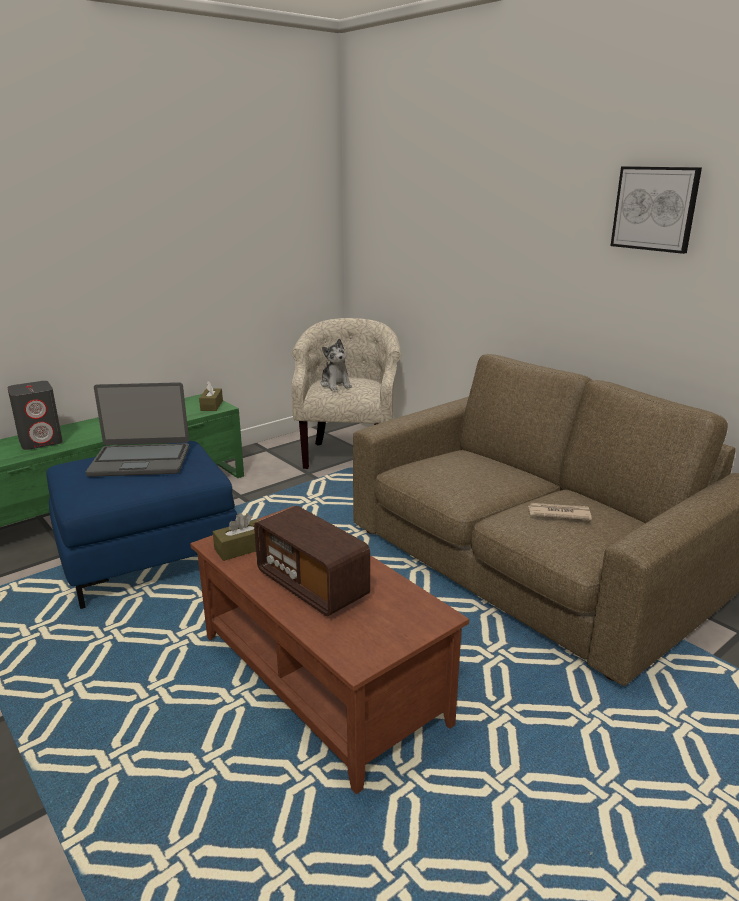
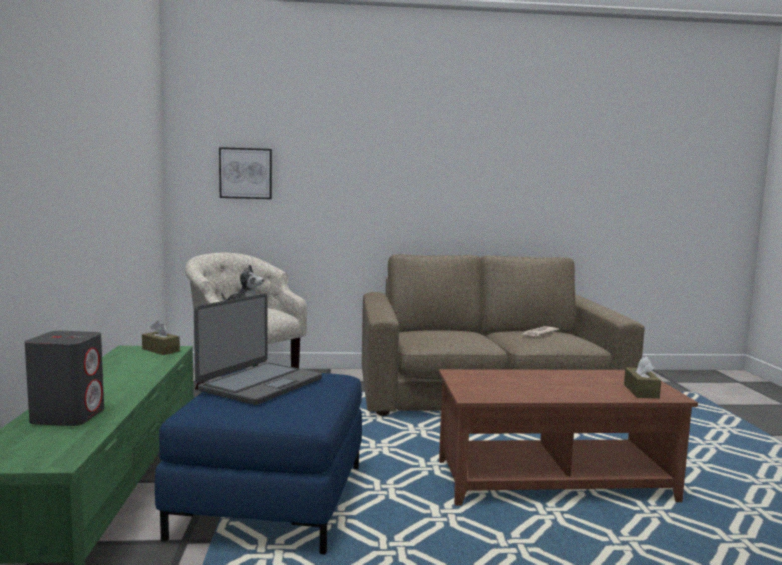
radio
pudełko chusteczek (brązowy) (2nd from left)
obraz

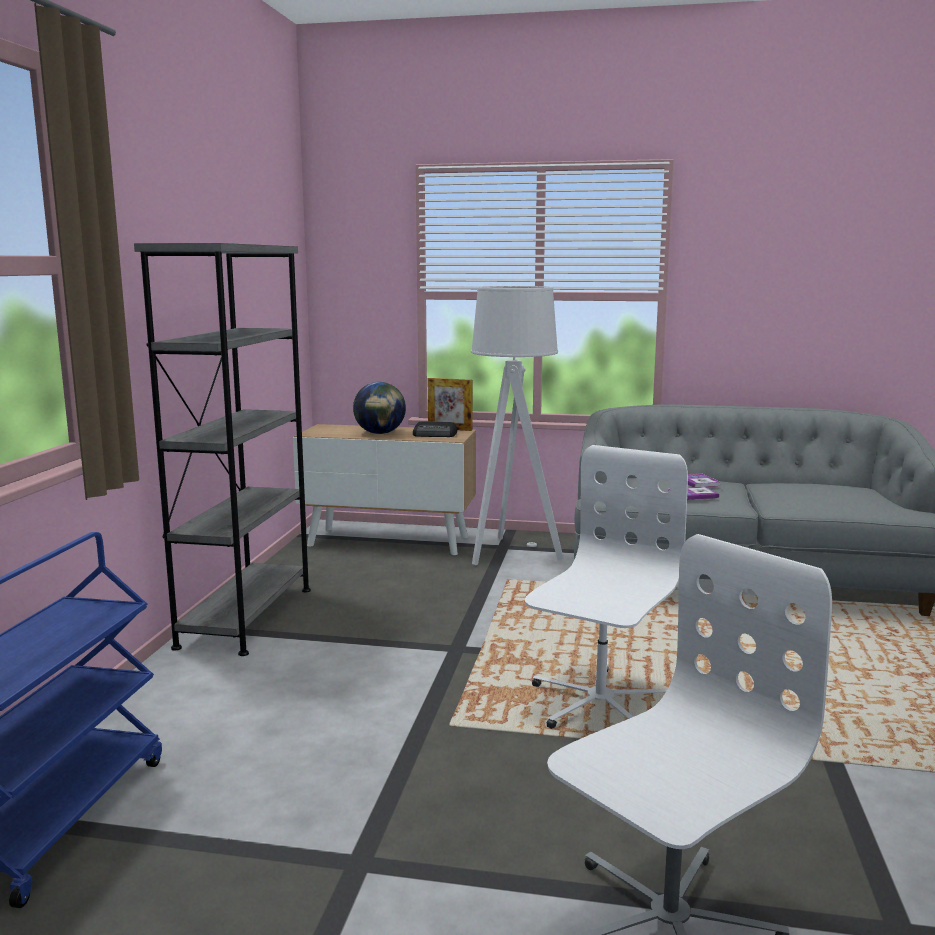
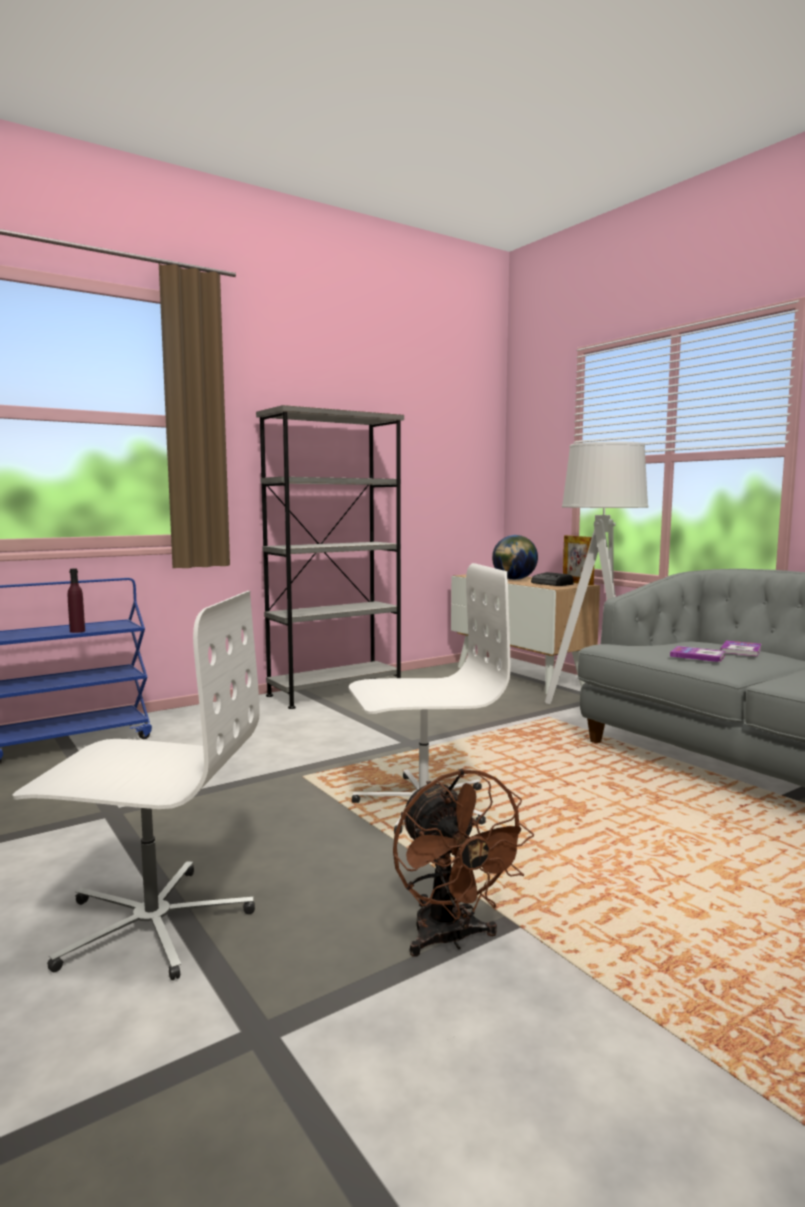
butelka (fioletowy)
wentylator (brązowy)

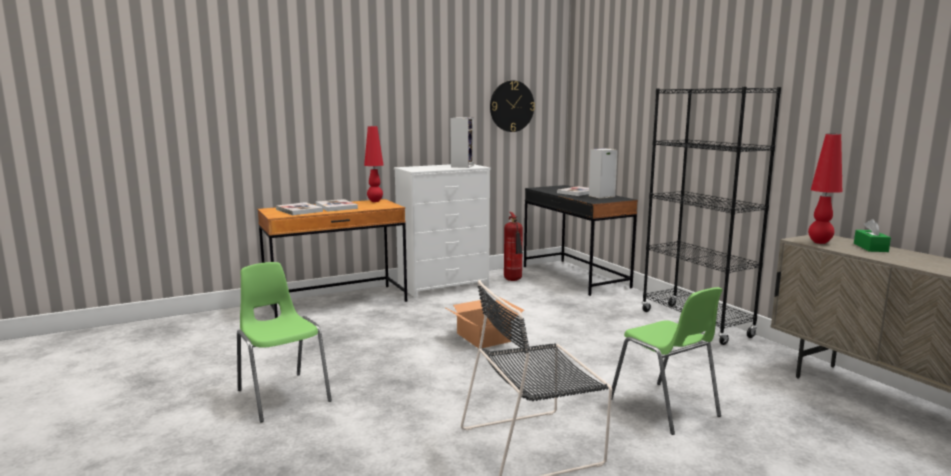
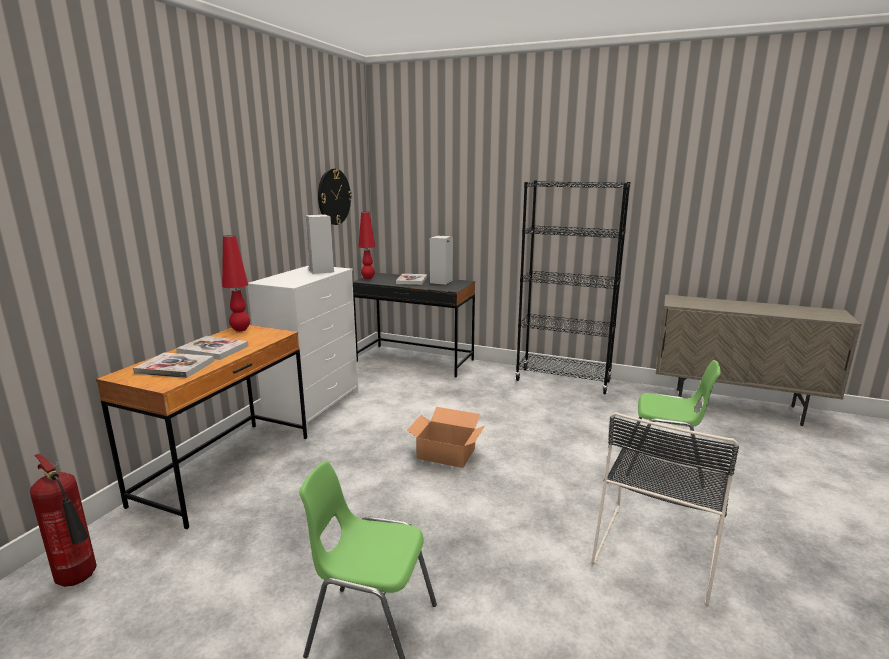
pudełko chusteczek (zielony)
gaśnica
lampa stołowa (czerwony) (2nd from left)

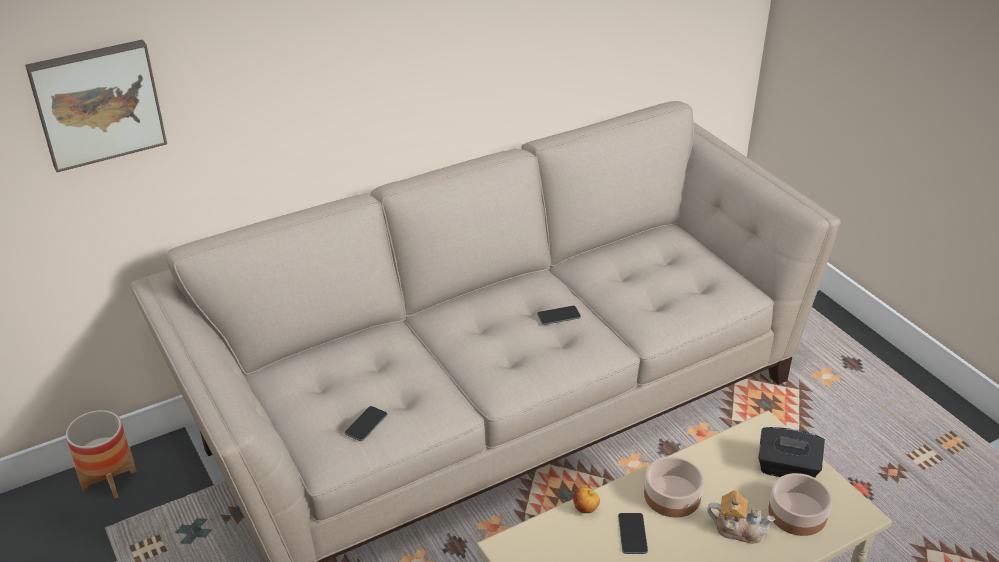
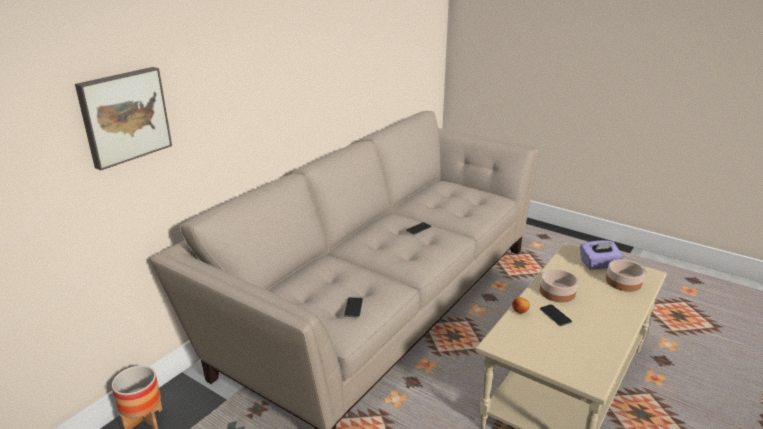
imbryk
pudełko chusteczek (fioletowy)

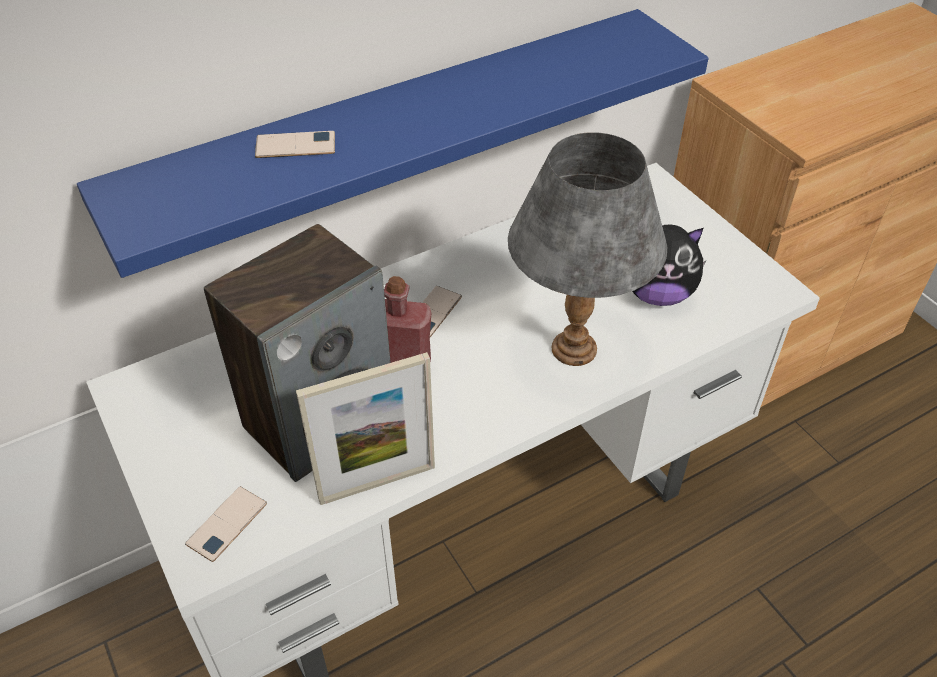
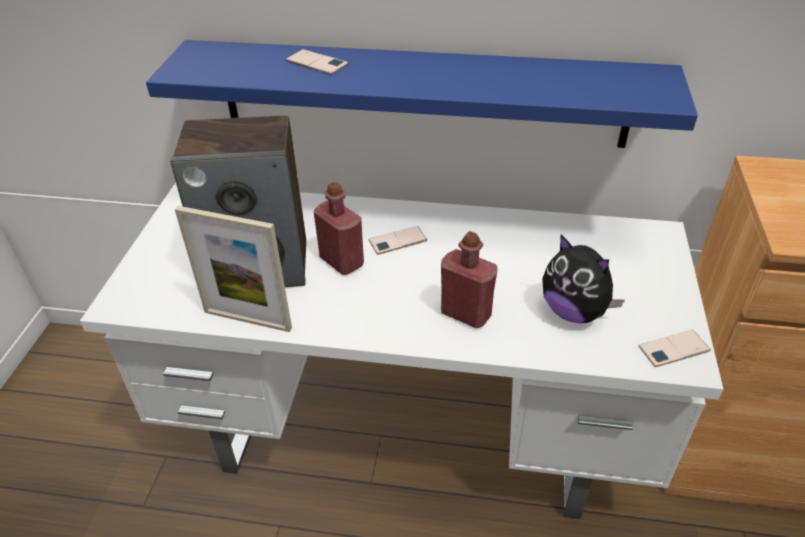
telefon (3rd from left)
butelka (czerwony) (2nd from left)

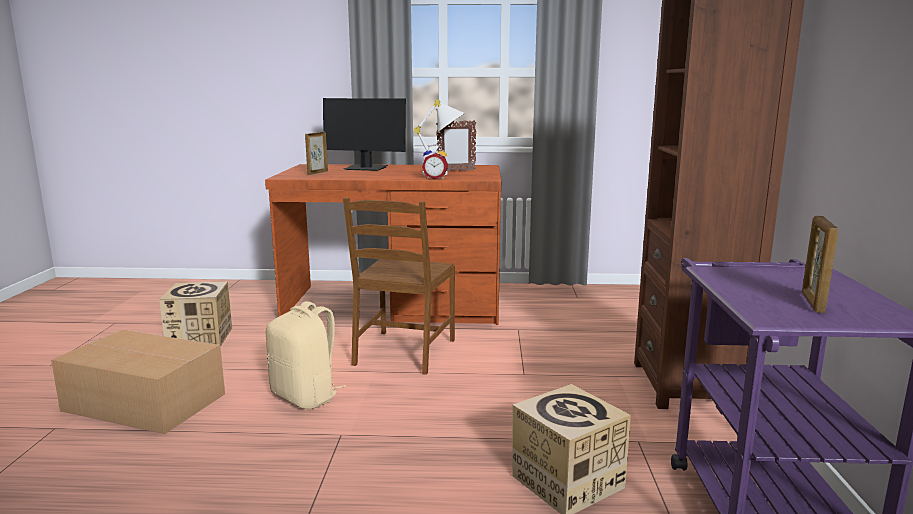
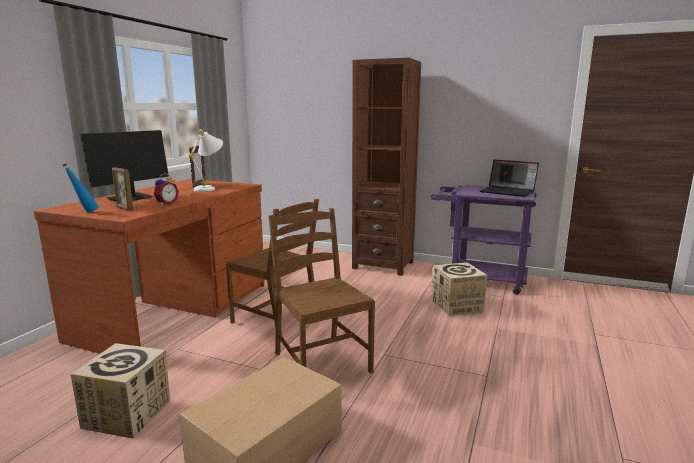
butelka (niebieski)
budzik
krzesło (brązowy) (2nd from left)
laptop

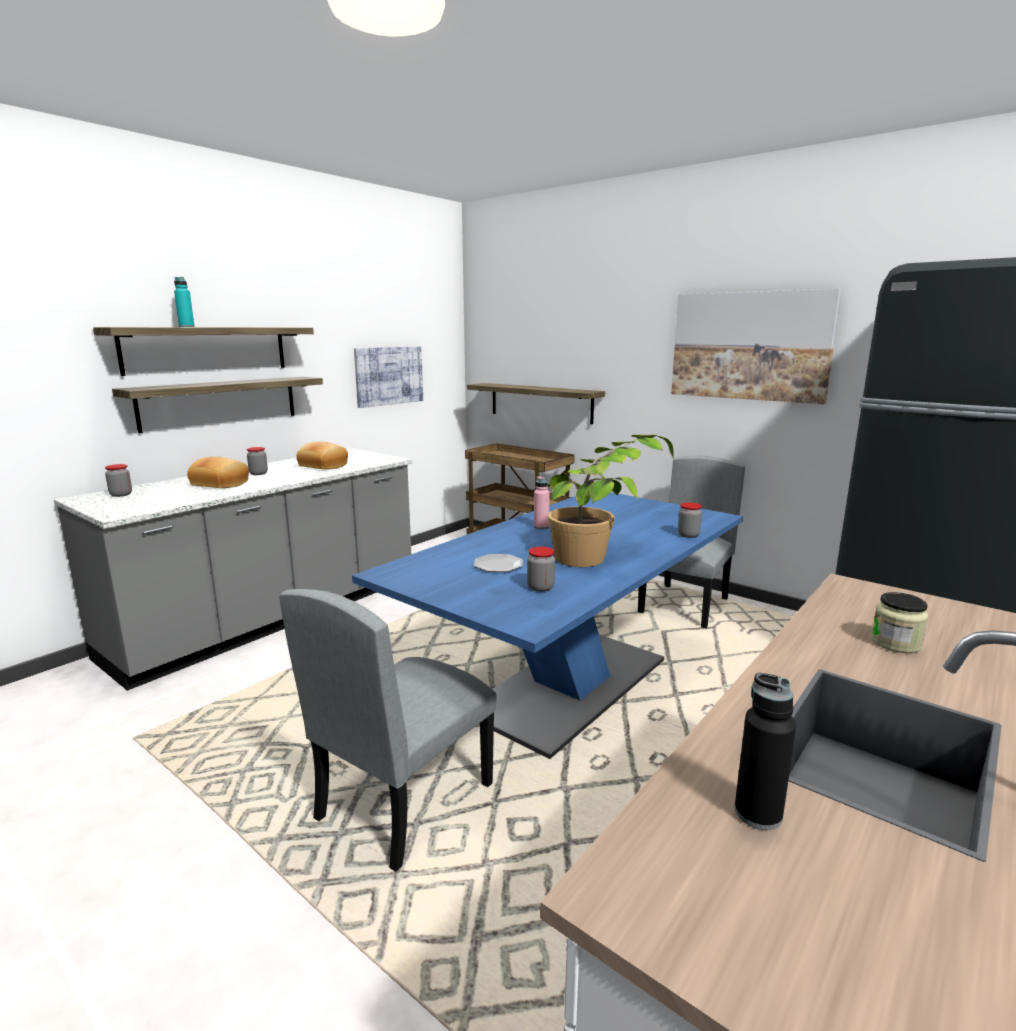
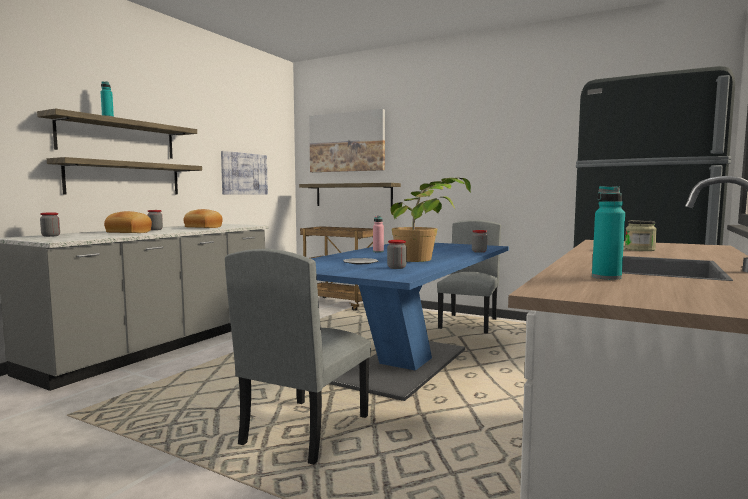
obraz (2nd from left)
butelka (turkusowy) (2nd from left)

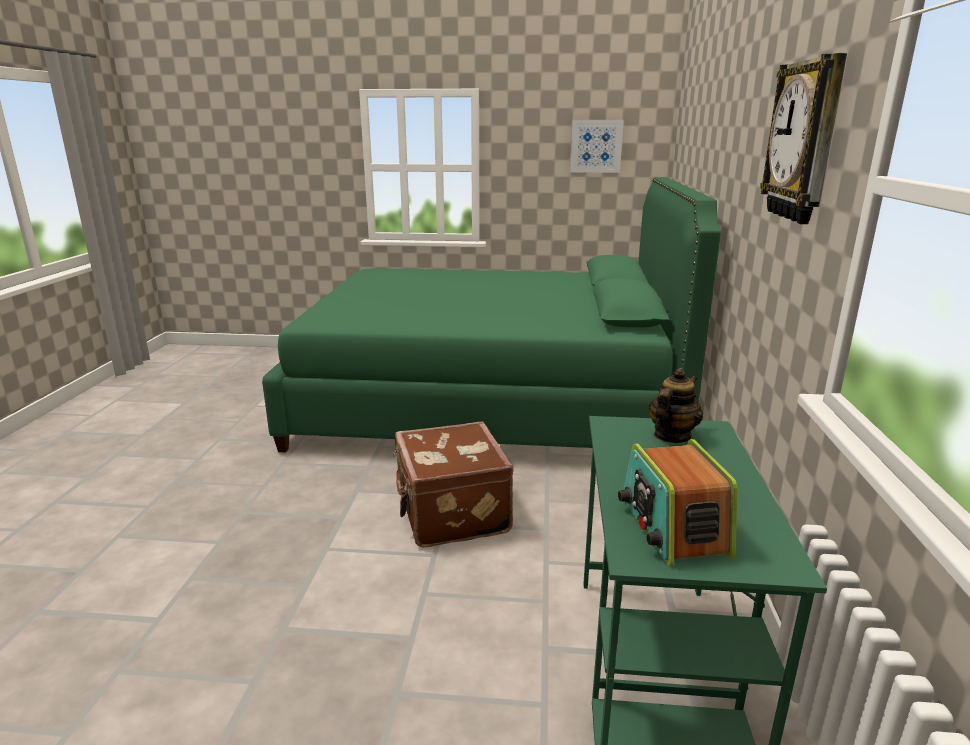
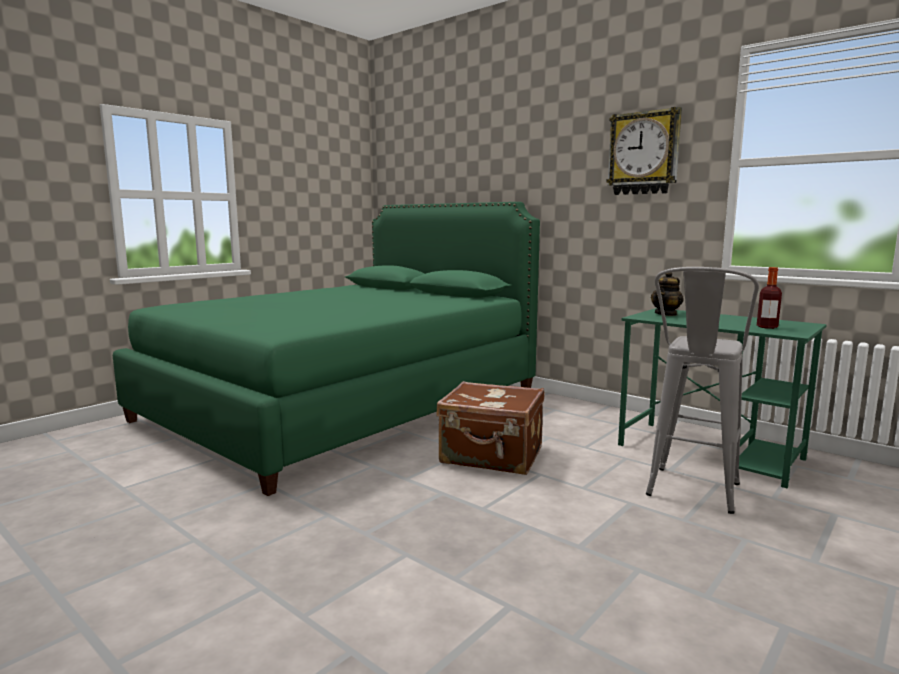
obraz
stołek (szary)
butelka
imbryk

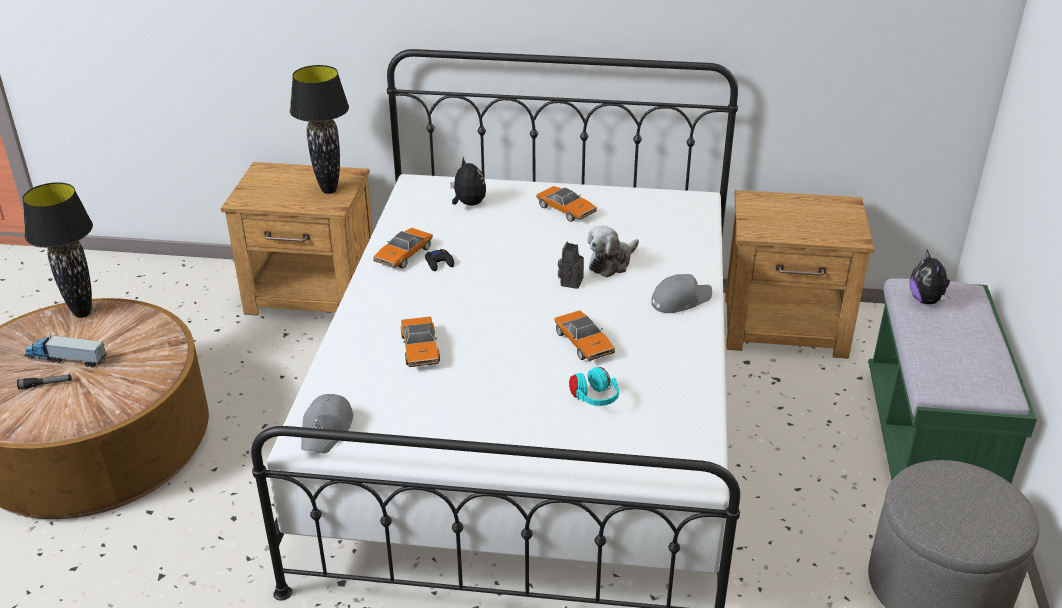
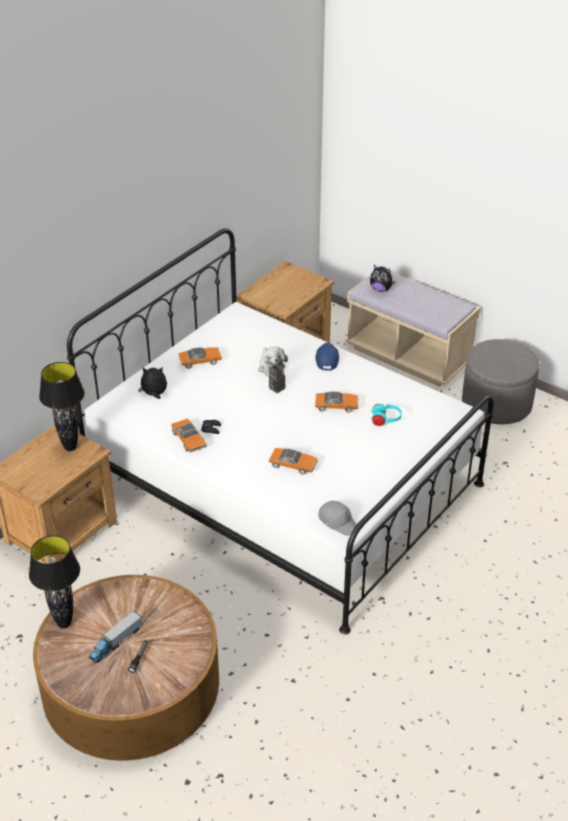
czapka z daszkiem (niebieski)
ławka (beżowy)

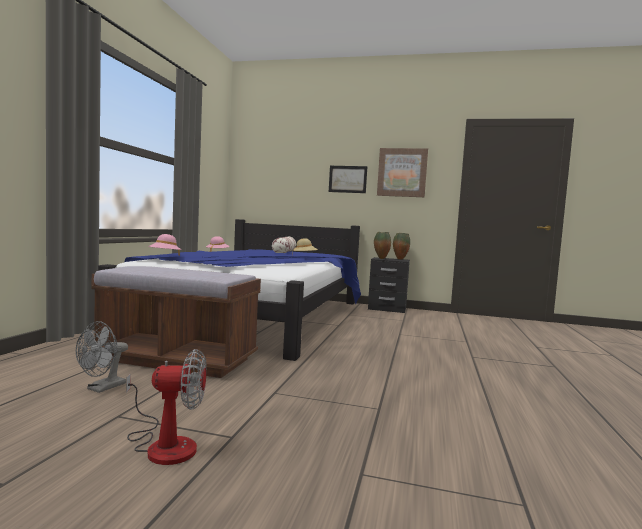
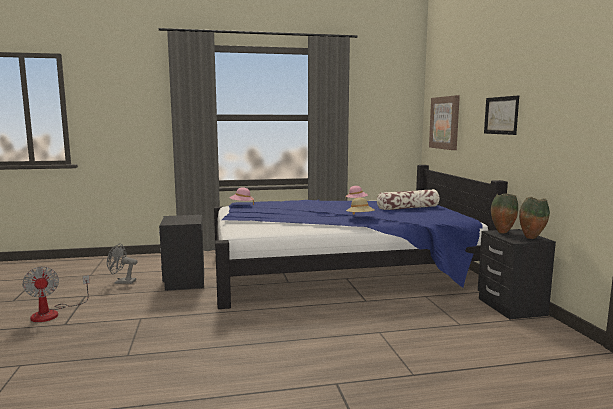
obraz (1st from left)
szafka nocna (czarny) (1st from left)

